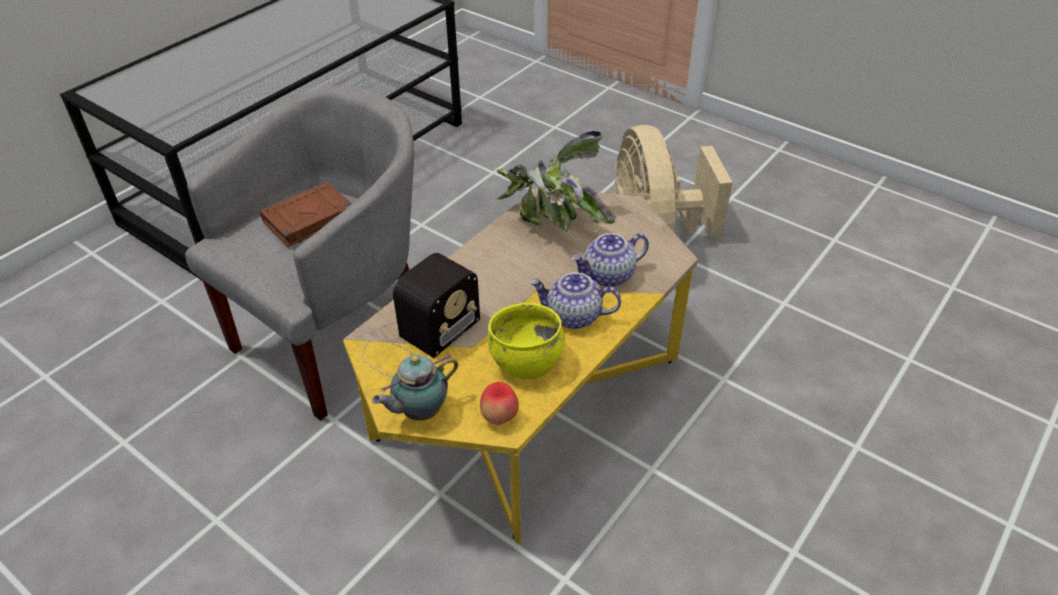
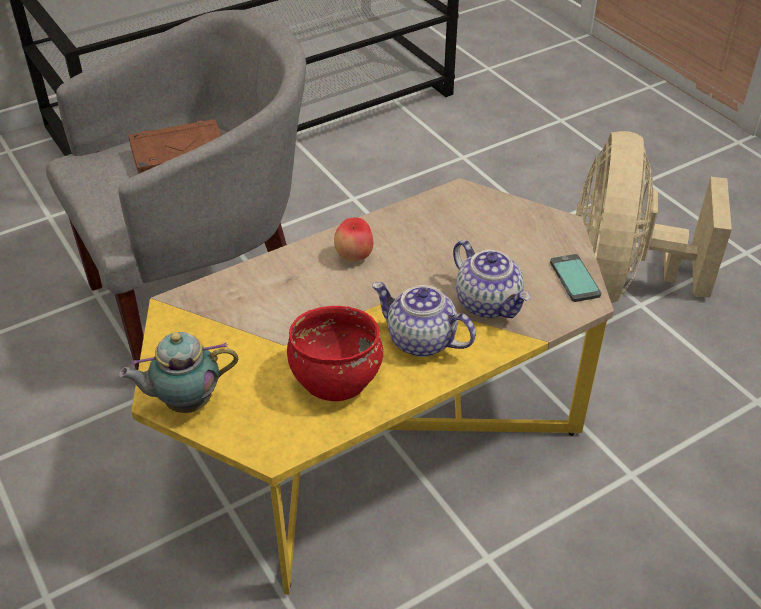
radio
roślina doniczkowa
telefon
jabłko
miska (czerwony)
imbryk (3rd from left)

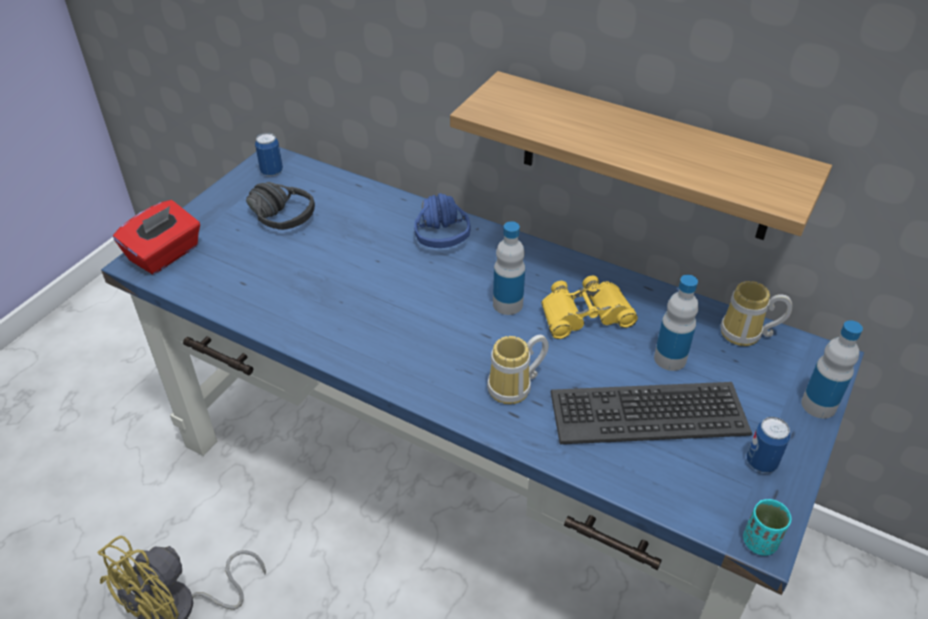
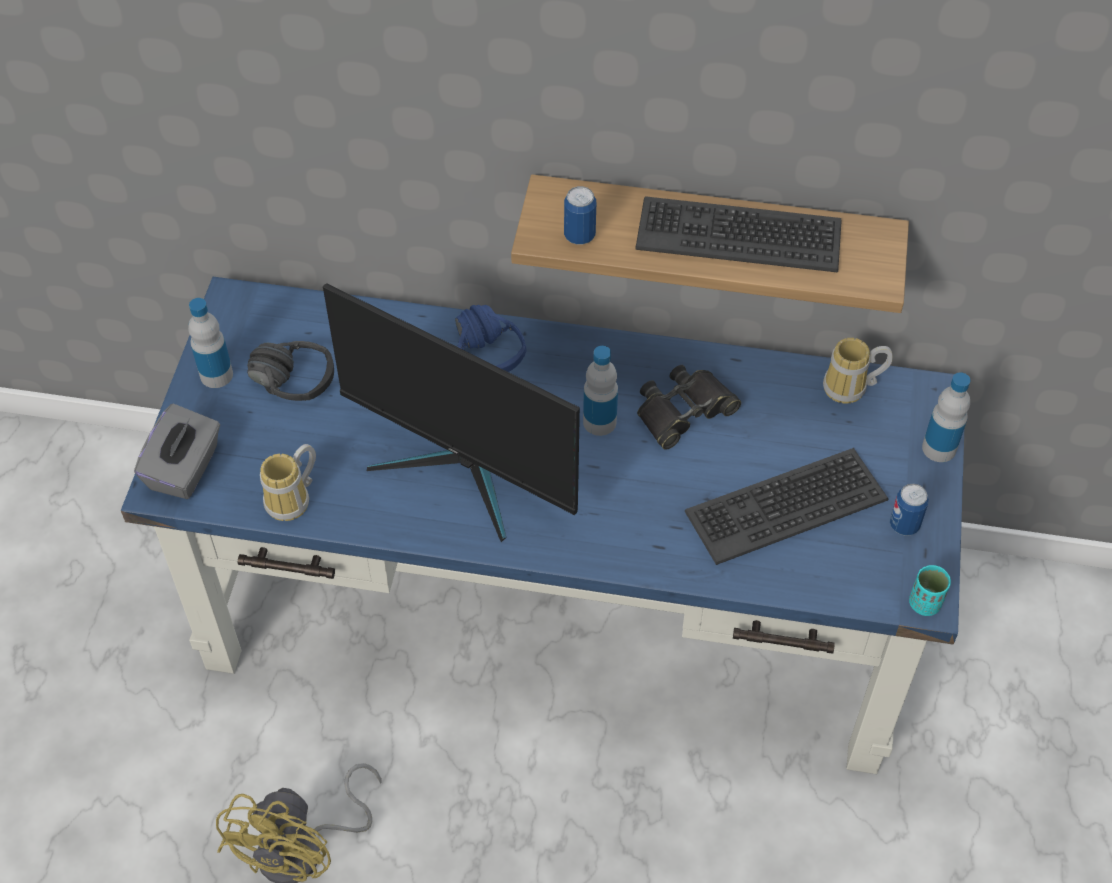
monitor
klawiatura (1st from left)
puszka (1st from left)
kubek (1st from left)
butelka (1st from left)
pudełko chusteczek (szary)
lornetka (czarny)

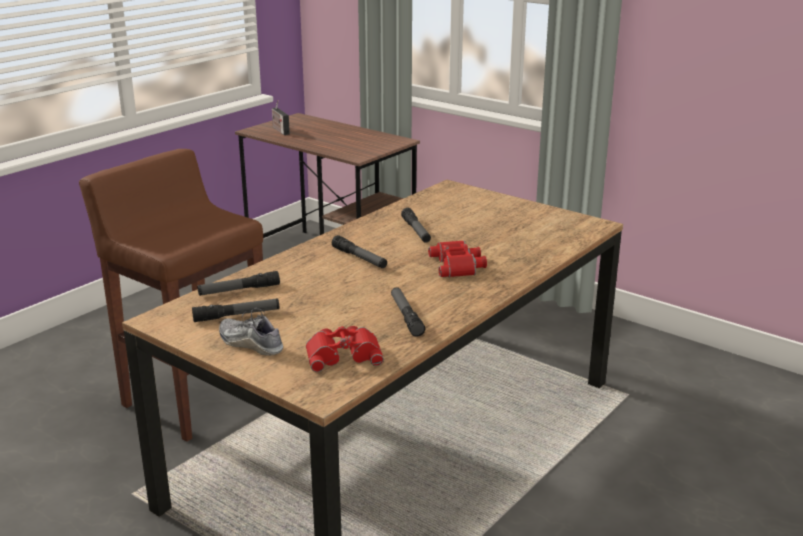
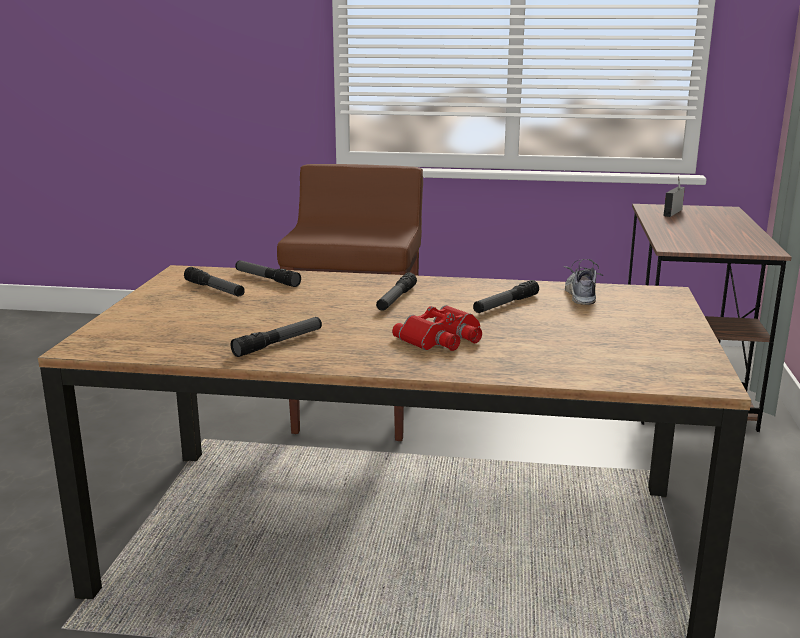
lornetka (czerwony) (1st from left in the first image)
but

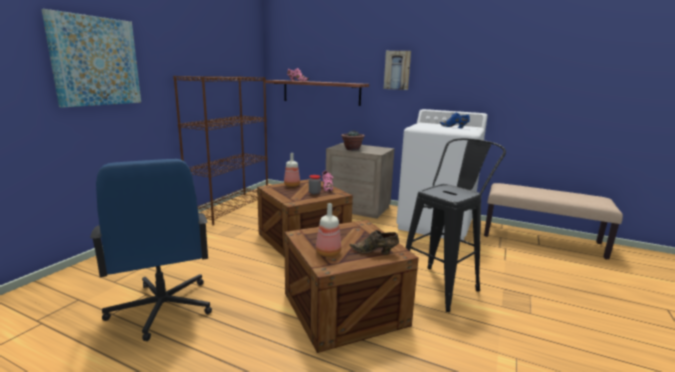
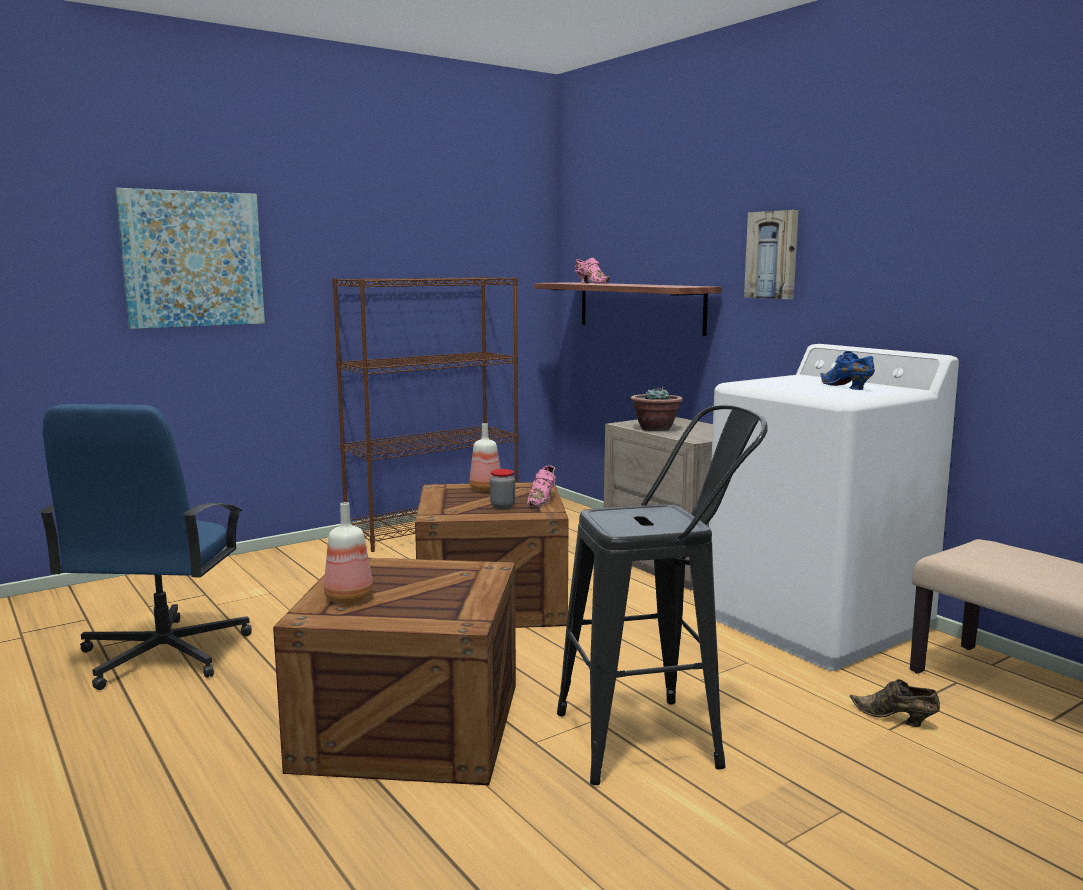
but (brązowy)

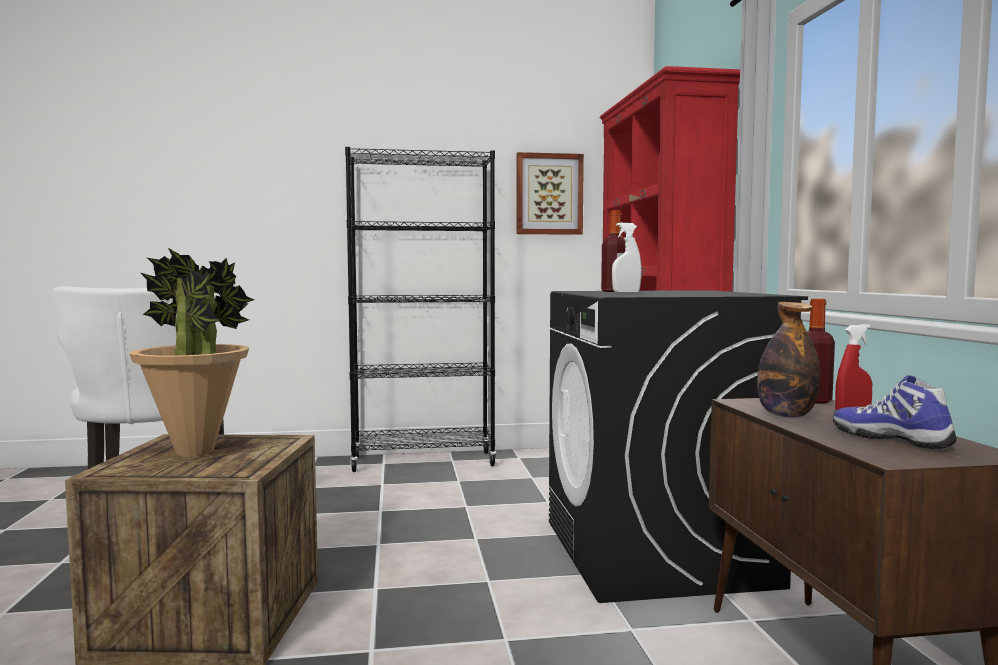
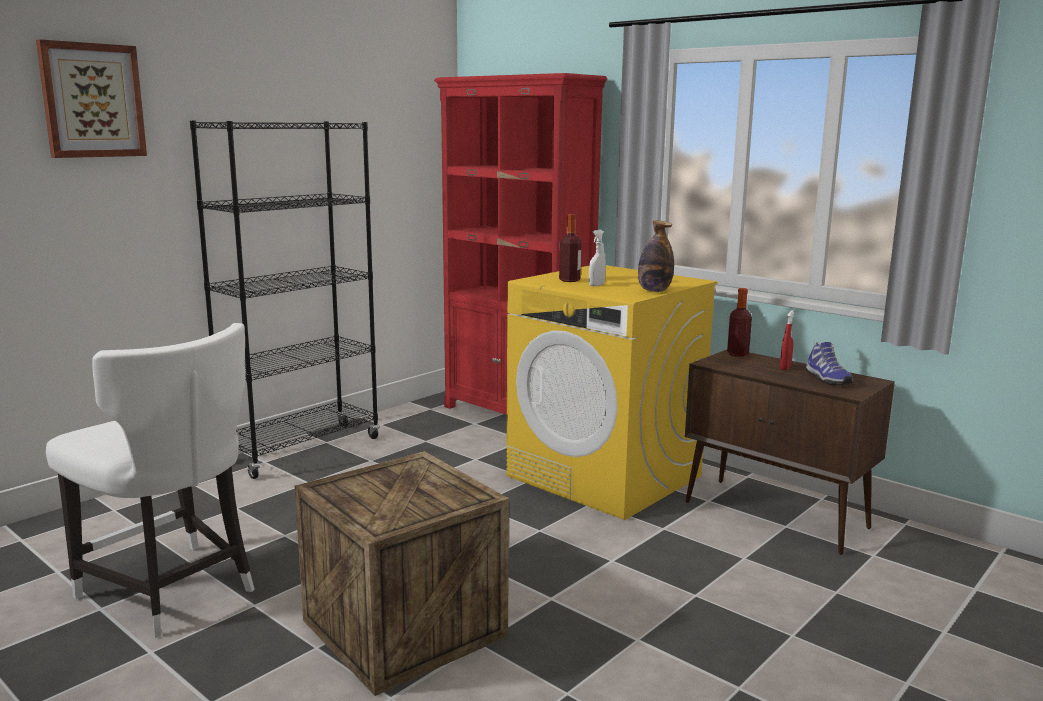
roślina doniczkowa
obraz
butelka (2nd from left)
pralka (żółty)
but

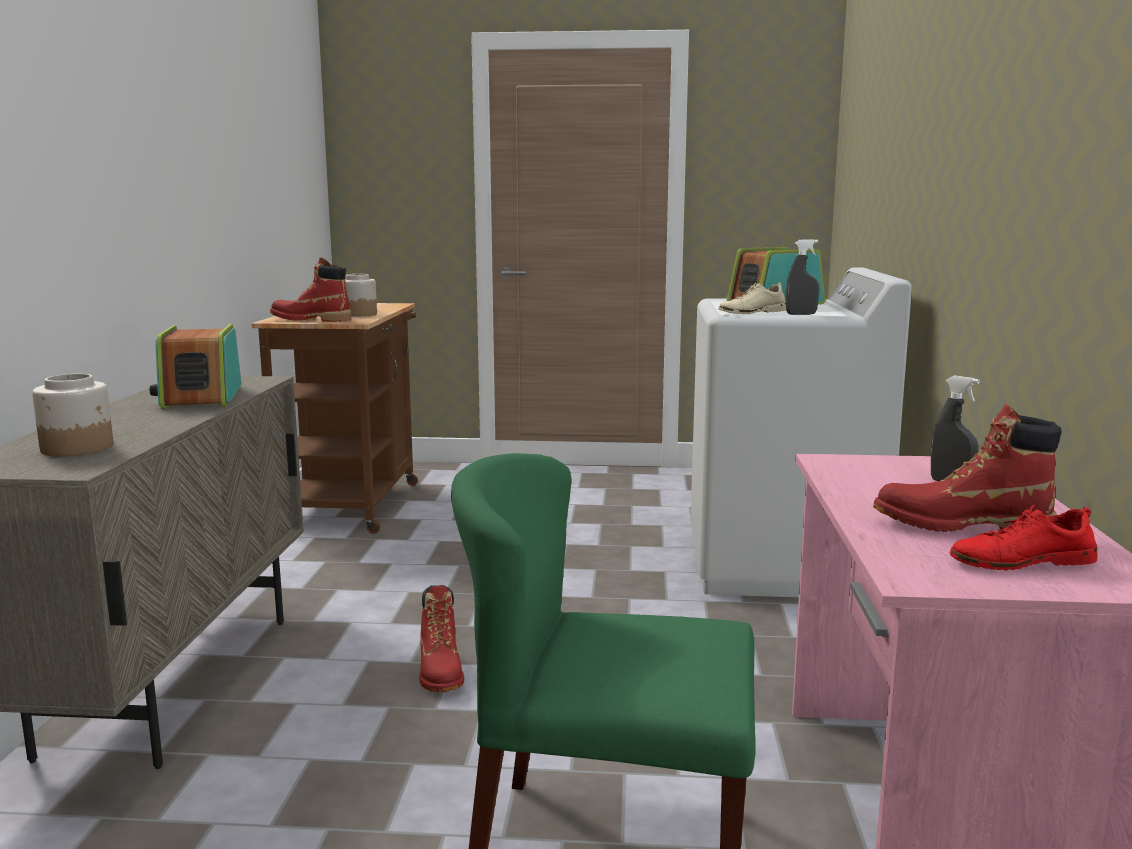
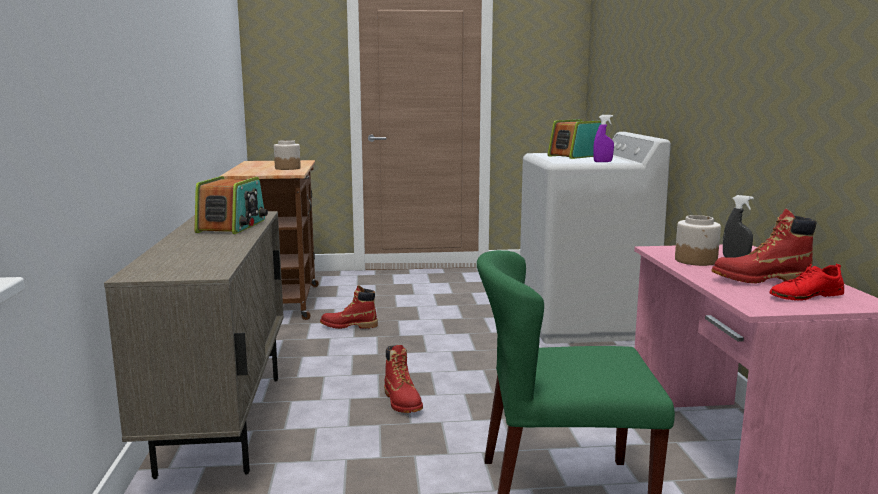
but (beżowy)
słoik (2nd from left)
but z cholewką (czerwony) (1st from left)
spryskiwacz (fioletowy)
radio (1st from left)

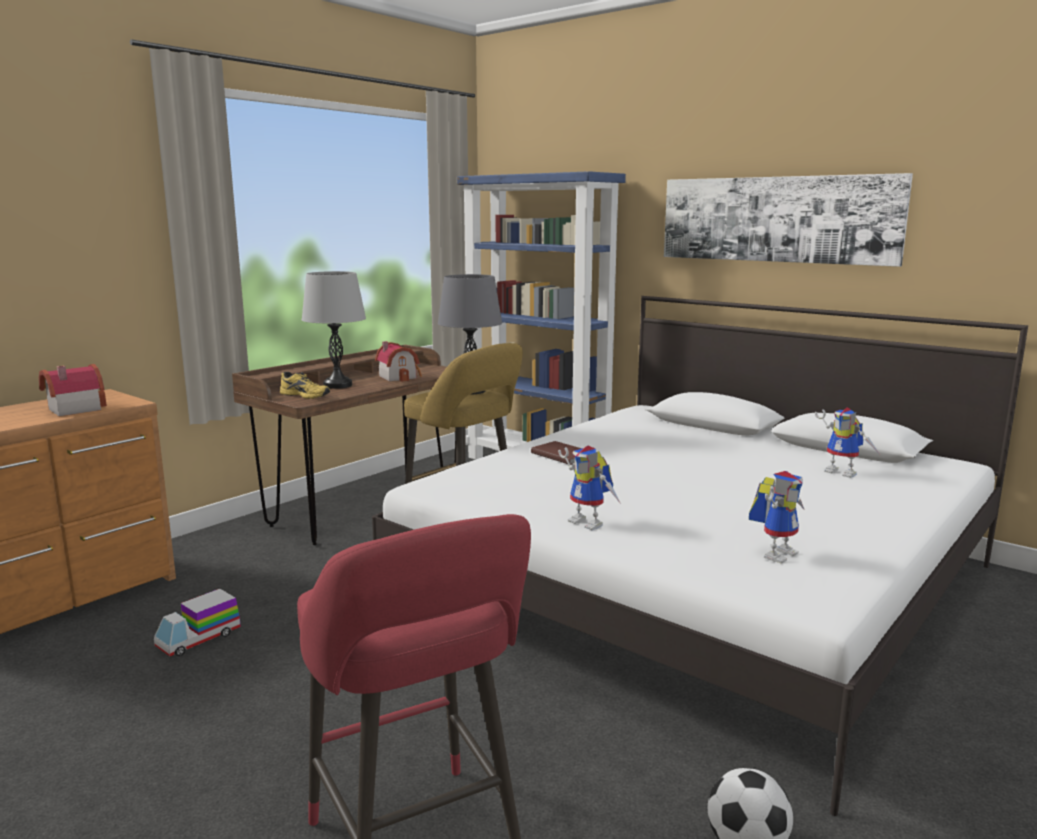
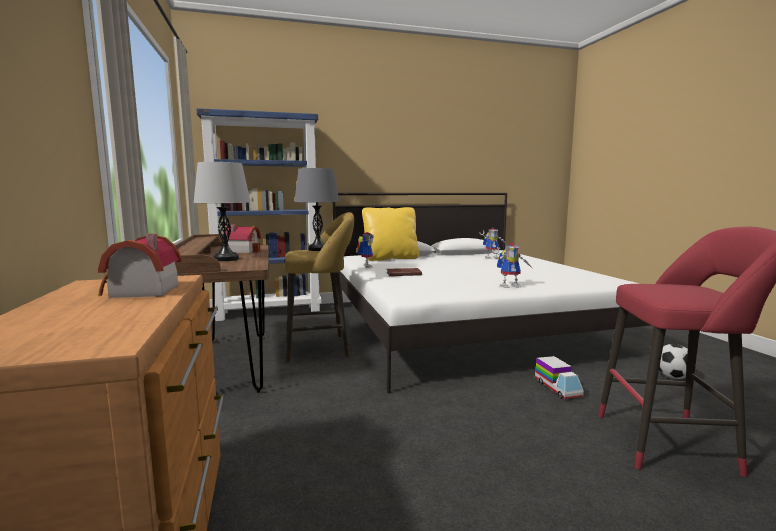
but (żółty)
obraz
poduszka (żółty)
ciężarówka zabawkowa
robot zabawkowy (1st from left)

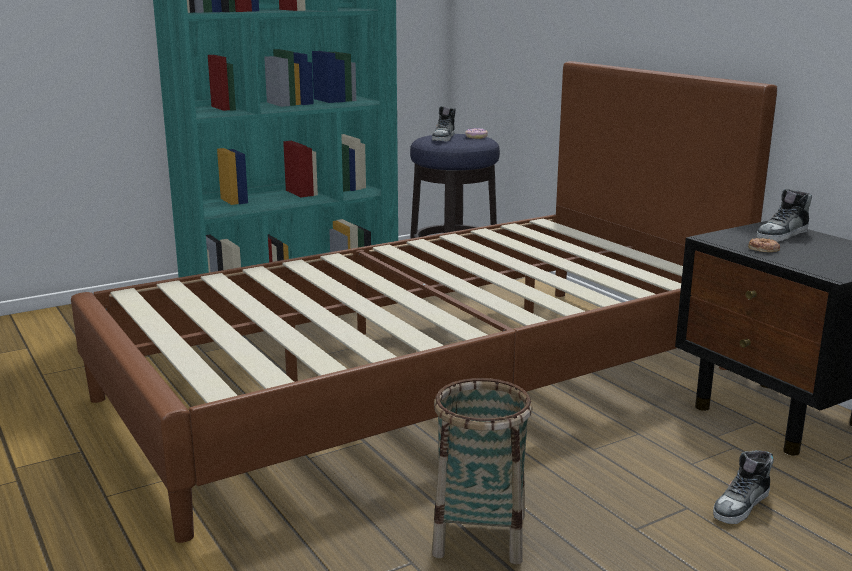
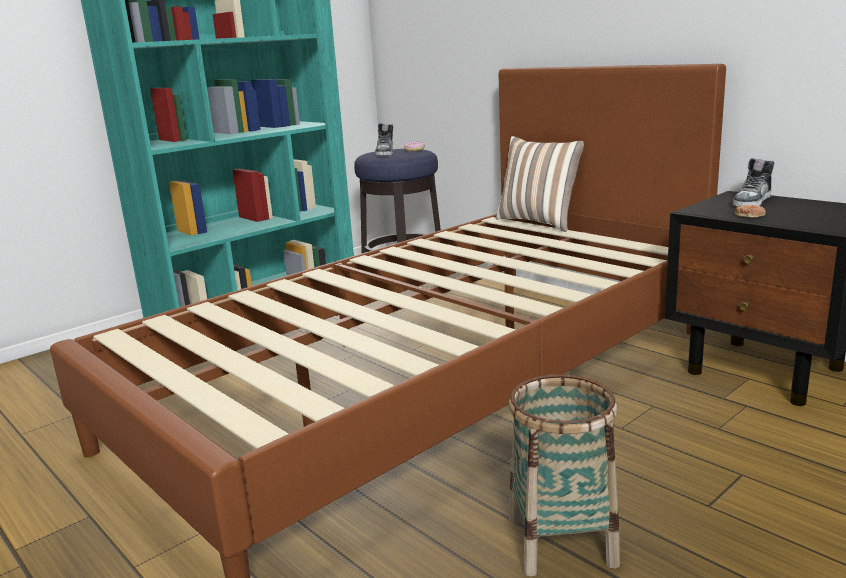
but (2nd from left in the first image)
poduszka

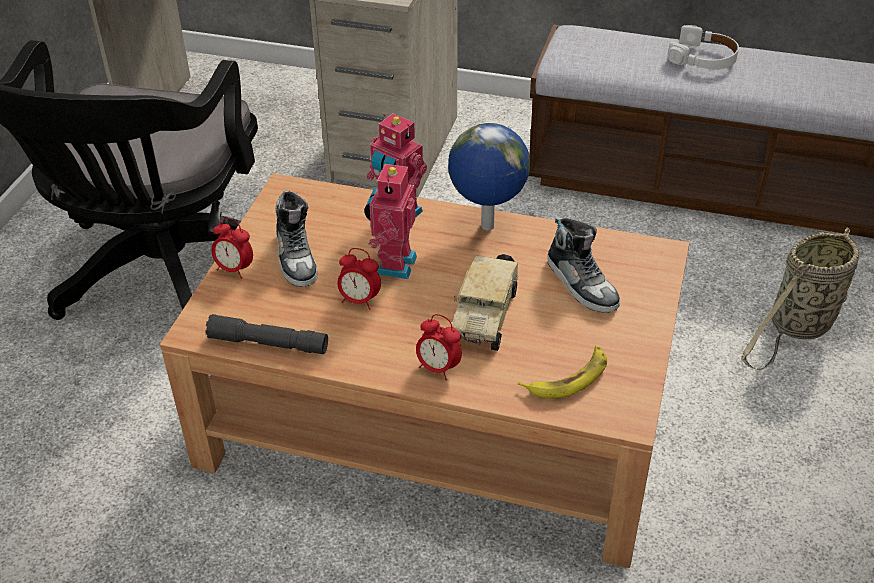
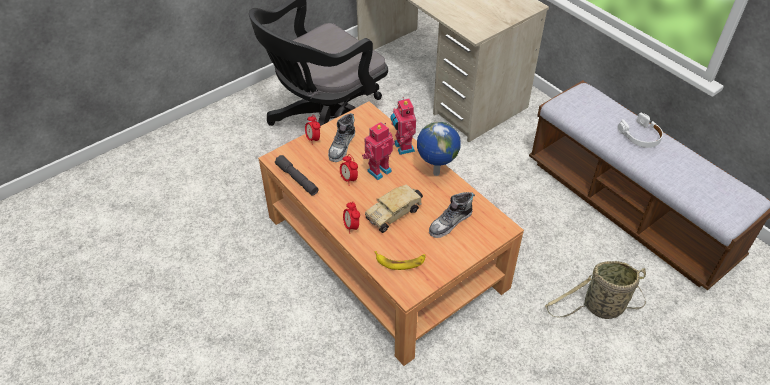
but (2nd from left)

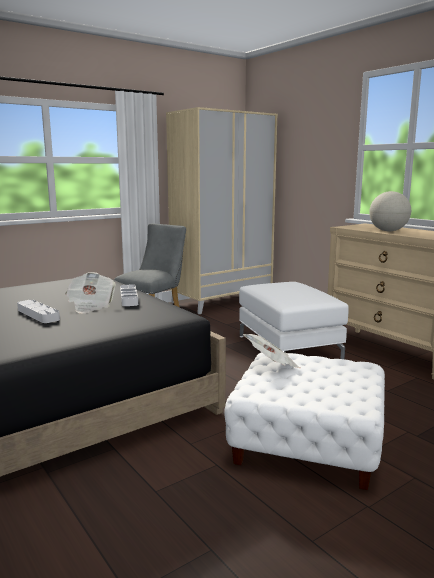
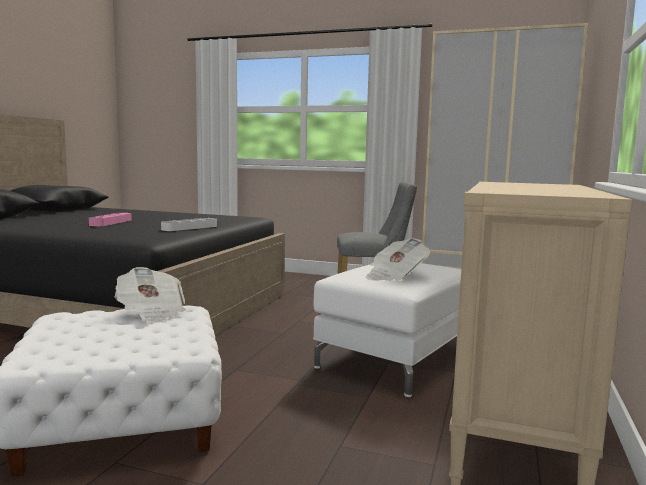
globus
gazeta (2nd from left)
taca (różowy)

